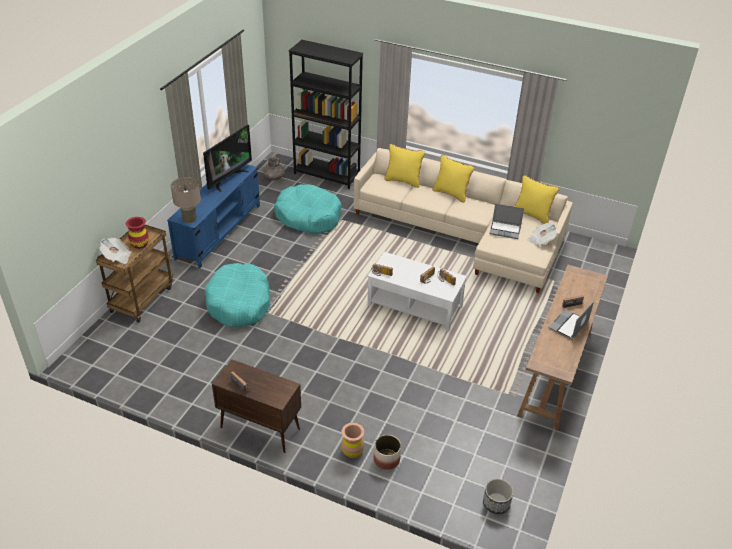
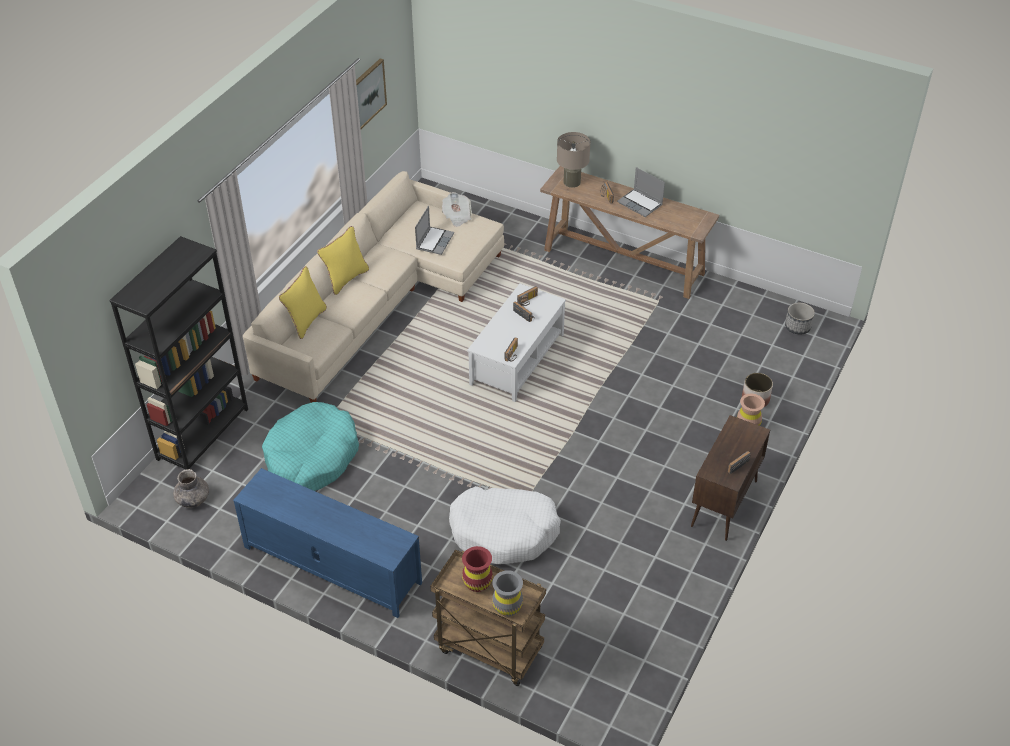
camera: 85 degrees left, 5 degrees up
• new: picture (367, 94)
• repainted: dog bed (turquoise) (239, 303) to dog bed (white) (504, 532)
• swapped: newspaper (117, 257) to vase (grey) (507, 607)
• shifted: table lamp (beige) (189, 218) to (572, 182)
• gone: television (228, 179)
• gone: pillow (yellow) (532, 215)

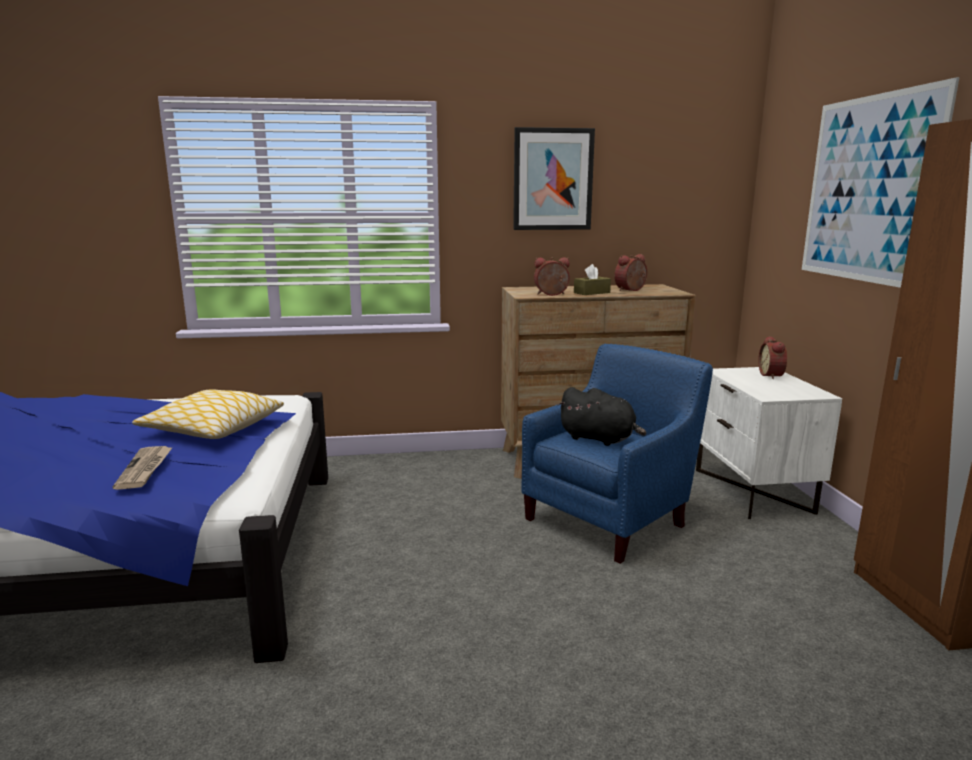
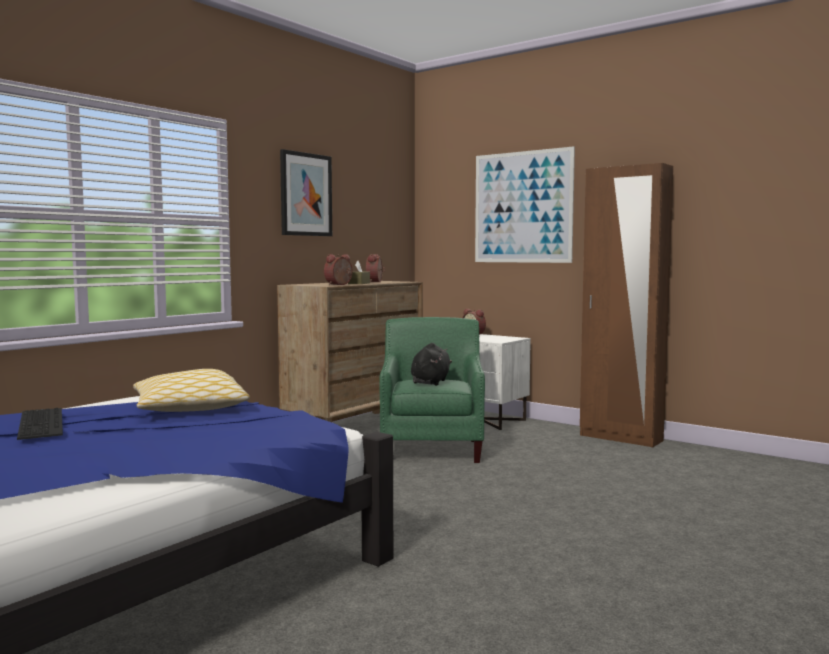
camera: 45 degrees left, 10 degrees down
• new: keyboard (44, 423)
• repainted: armchair (blue) (611, 518) to armchair (green) (433, 448)
• rotated: plush toy (black) (599, 439) = (430, 382) 60 degrees counterclockwise
• gone: newspaper (145, 469)

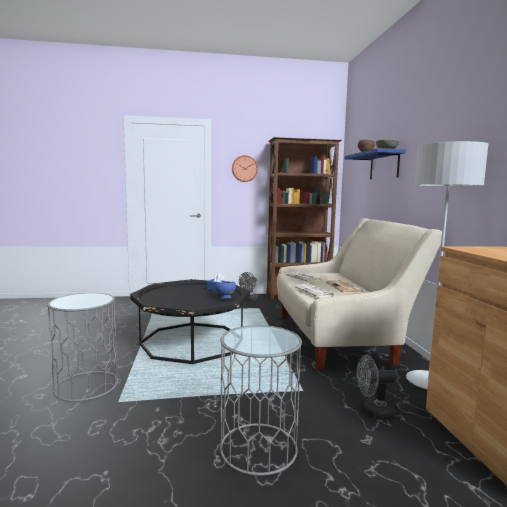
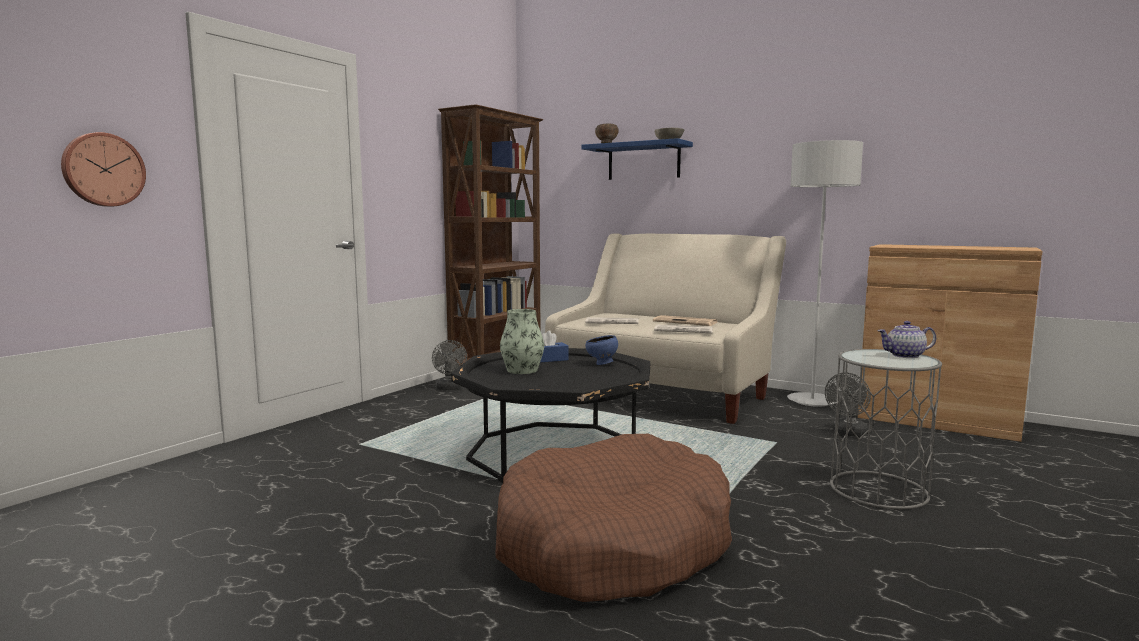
camera: 50 degrees left, 0 degrees up
• shifted: wall clock (244, 168) to (103, 170)
• swapped: side table (grey) (87, 385) to dog bed (brown) (612, 544)
• new: vase (522, 370)
• new: teapot (905, 355)

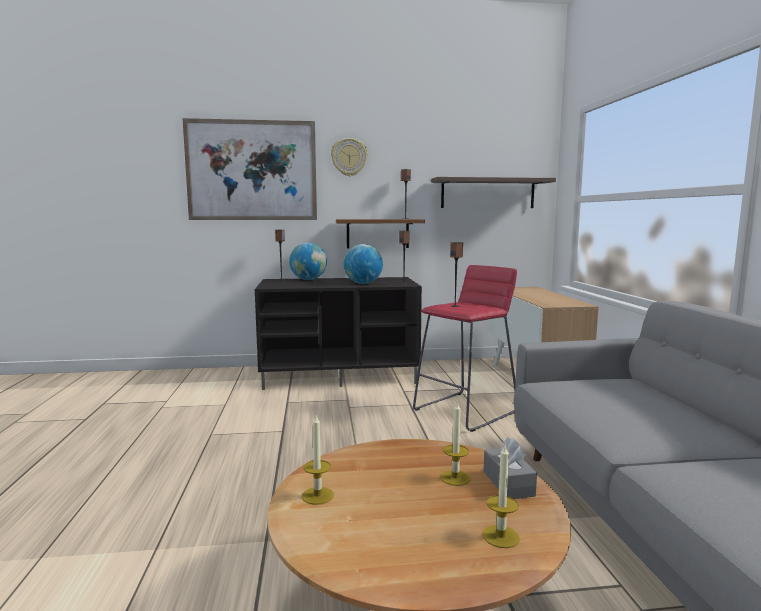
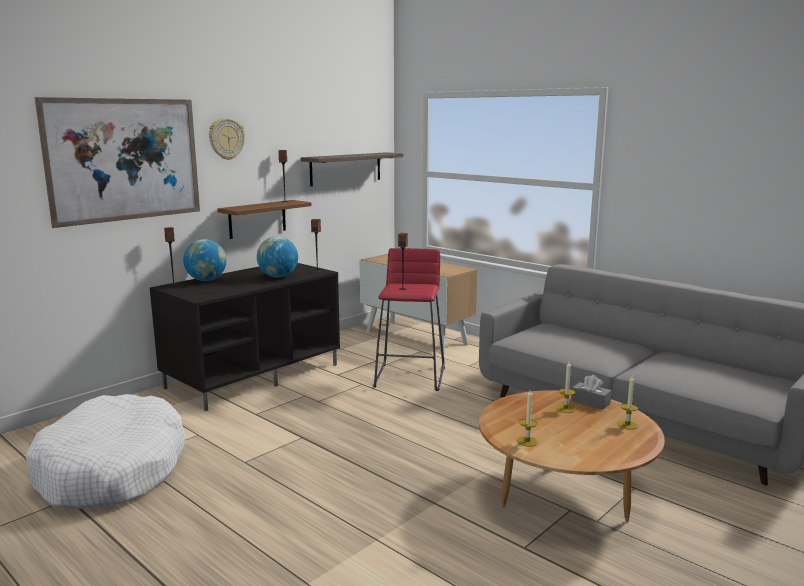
camera: 40 degrees left, 5 degrees up
• new: dog bed (white) (112, 470)

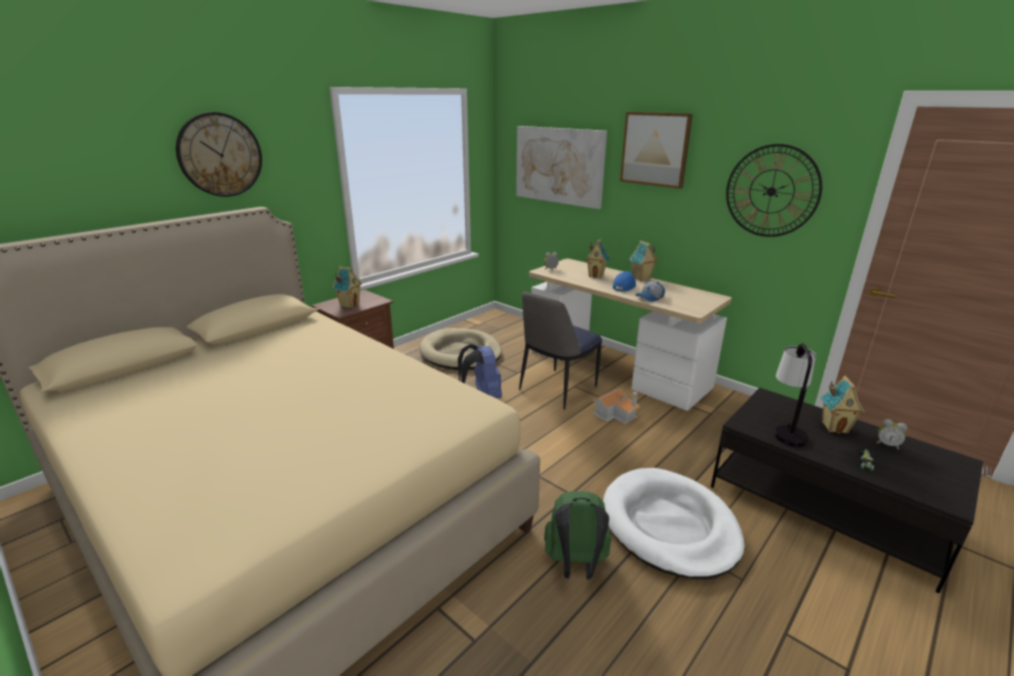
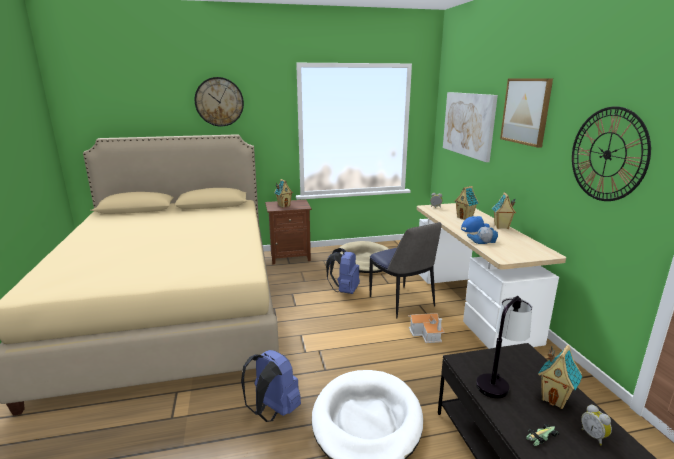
camera: 35 degrees right, 5 degrees down
• repainted: backpack (green) (576, 565) to backpack (blue) (273, 411)
• rotated: chair (556, 389) = (402, 302) 105 degrees counterclockwise

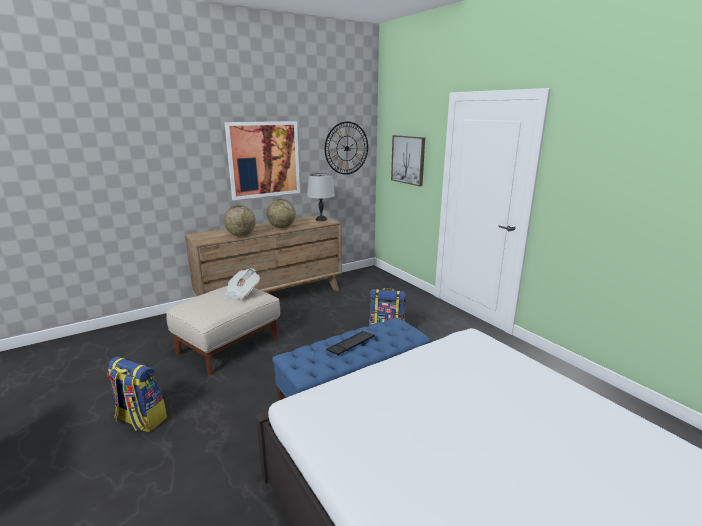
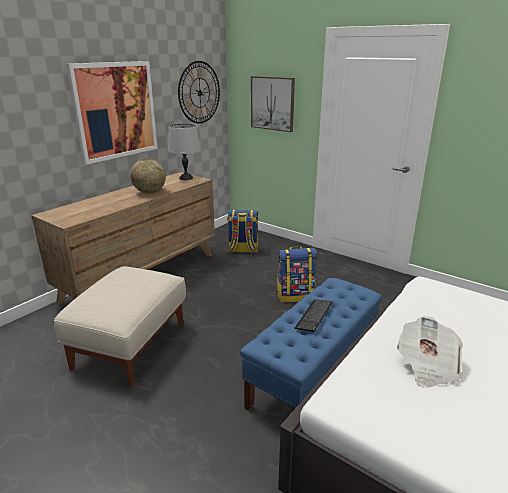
camera: 20 degrees left, 5 degrees up
• shifted: backpack (140, 420) to (242, 250)
• shifted: newspaper (241, 293) to (426, 366)
• gone: globe (241, 235)

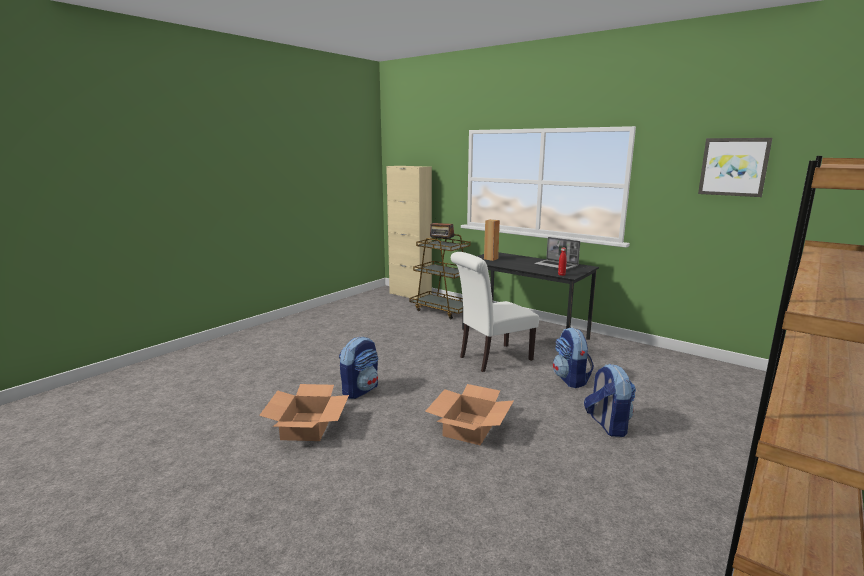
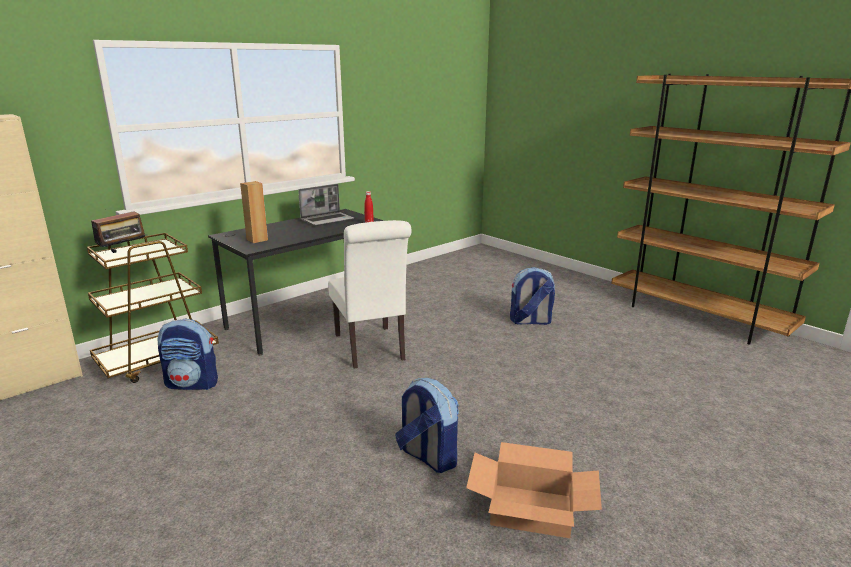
camera: 80 degrees left, 5 degrees up
• shifted: backpack (571, 380) to (193, 384)
• gone: cardboard box (469, 427)
• gone: picture (733, 167)

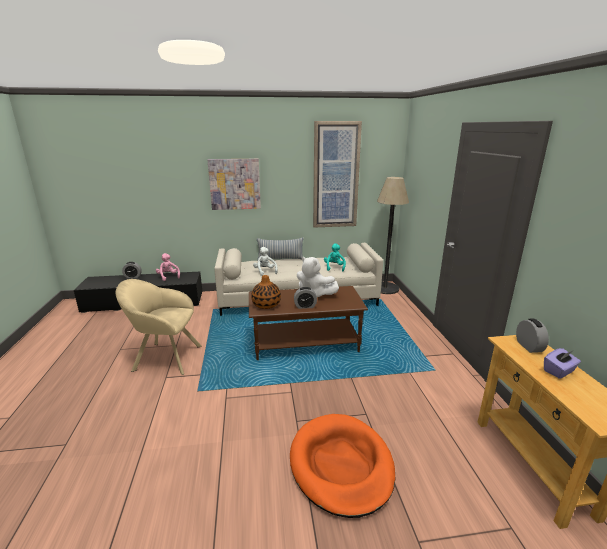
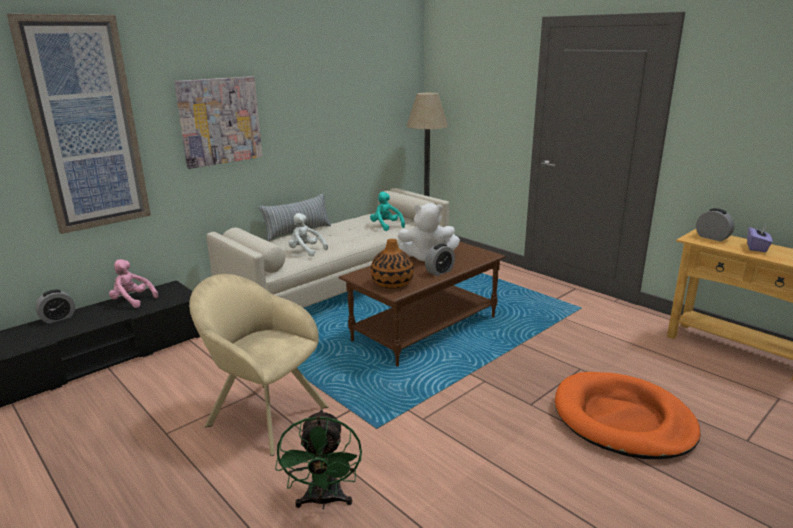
camera: 35 degrees left, 0 degrees up
• shifted: picture (336, 176) to (85, 125)
• rotated: armchair (beige) (164, 357) = (263, 413) 60 degrees clockwise
• new: fan (green) (324, 501)

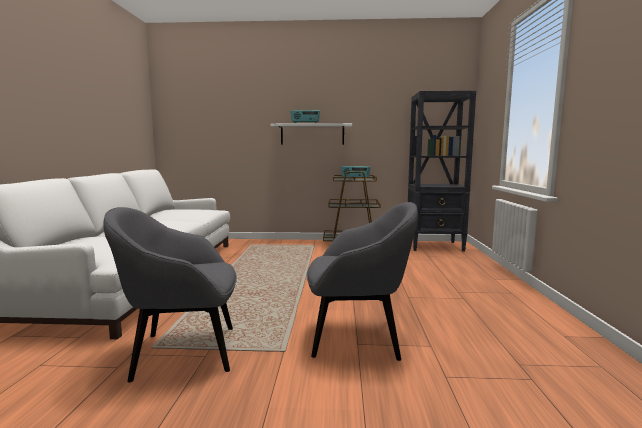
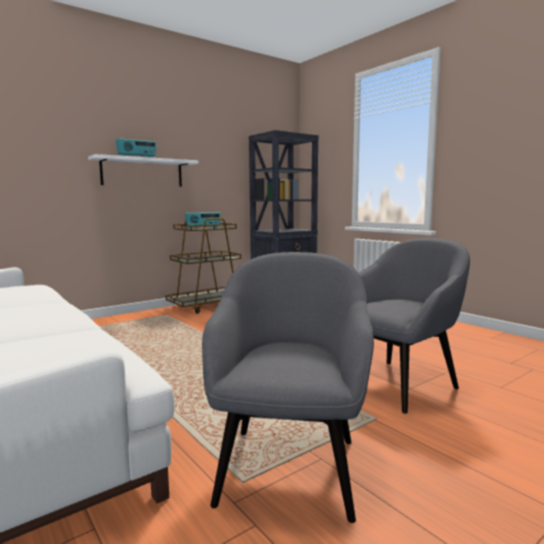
camera: 40 degrees left, 0 degrees up
• rotated: armchair (grey) (183, 352) = (289, 467) 150 degrees clockwise

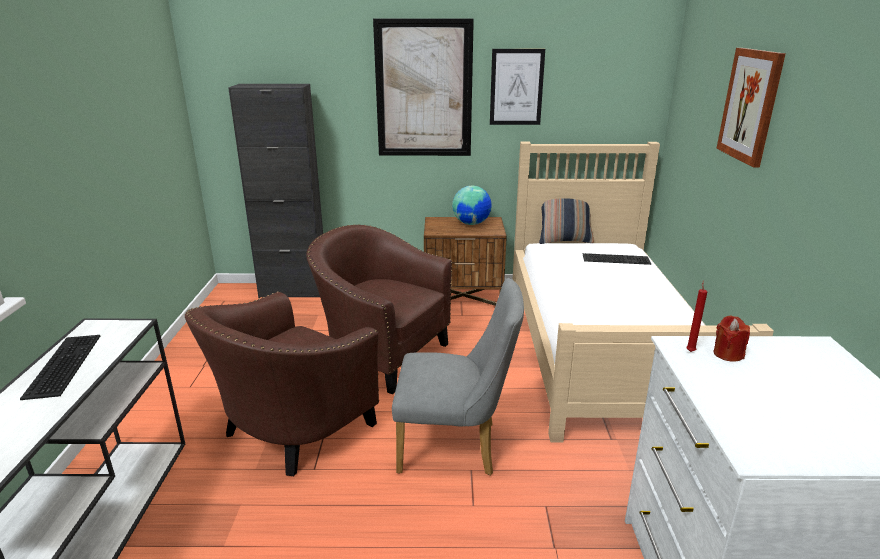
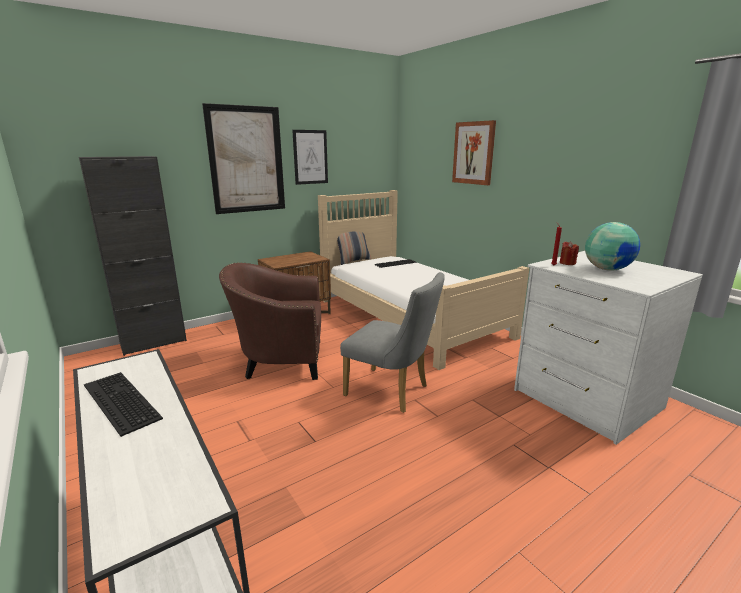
camera: 35 degrees left, 5 degrees down
• rotated: chair (grey) (456, 447) = (392, 392) 60 degrees clockwise
• shifted: globe (471, 223) to (607, 269)
• gone: armchair (brown) (291, 431)

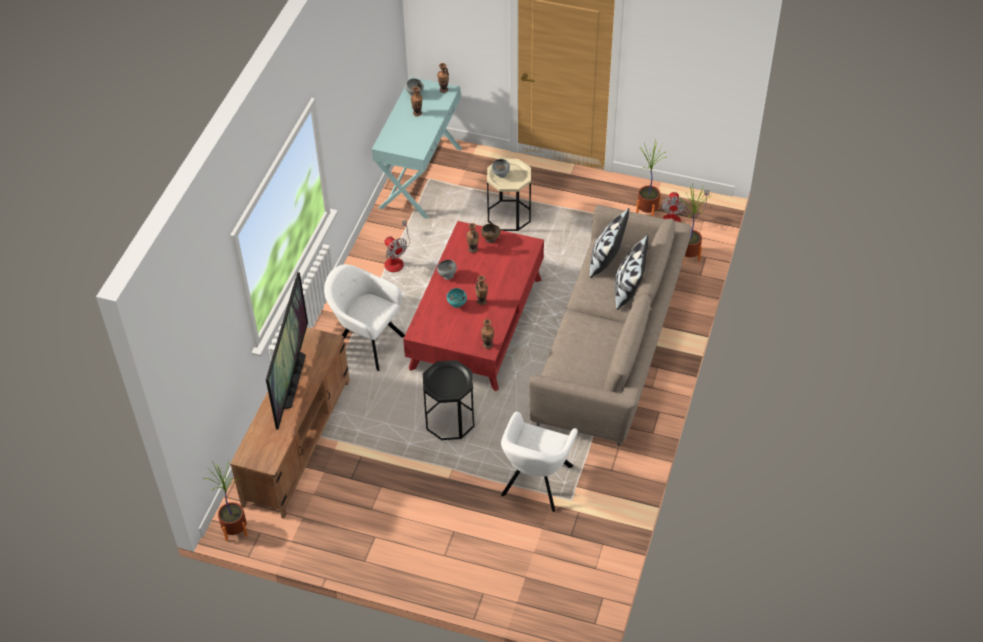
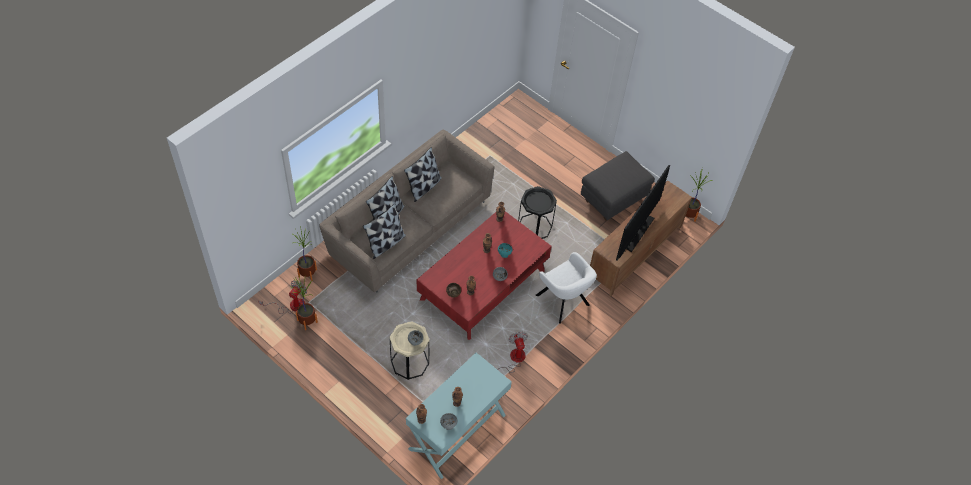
camera: 160 degrees left, 5 degrees up
• new: pillow (424, 187)
• new: ottoman (grey) (613, 200)
• gone: armchair (white) (536, 483)

